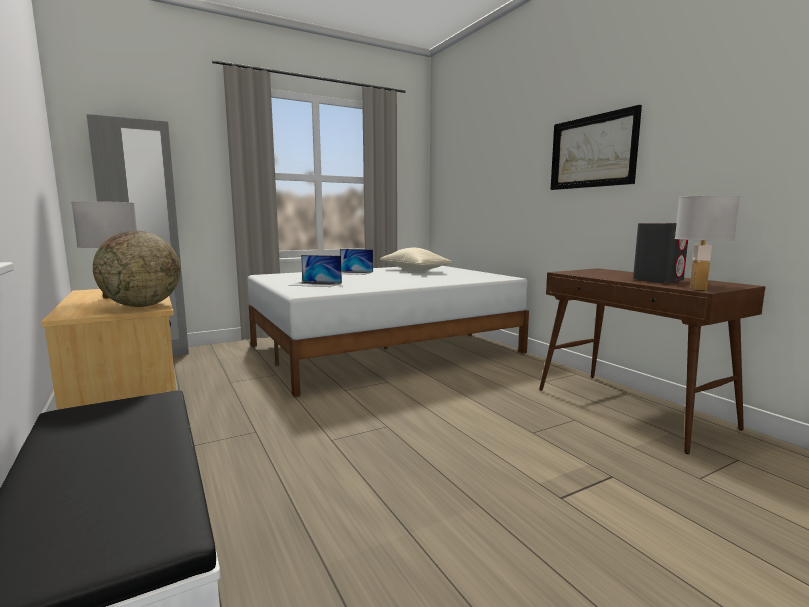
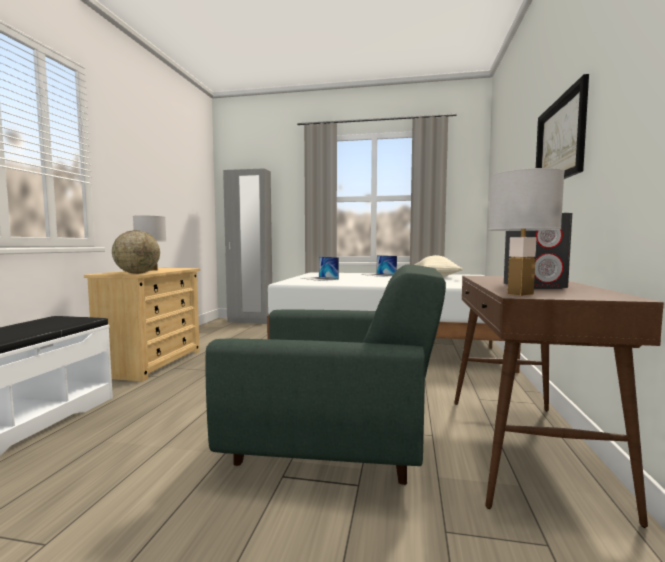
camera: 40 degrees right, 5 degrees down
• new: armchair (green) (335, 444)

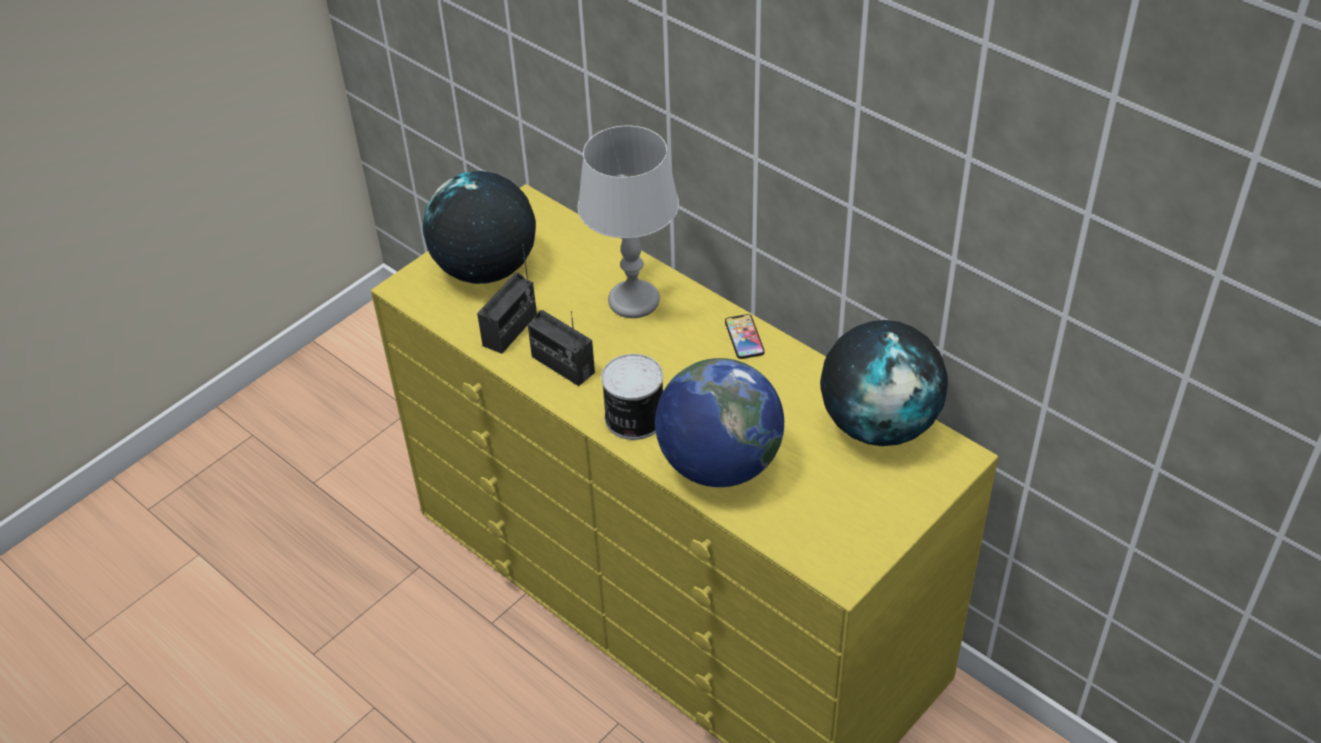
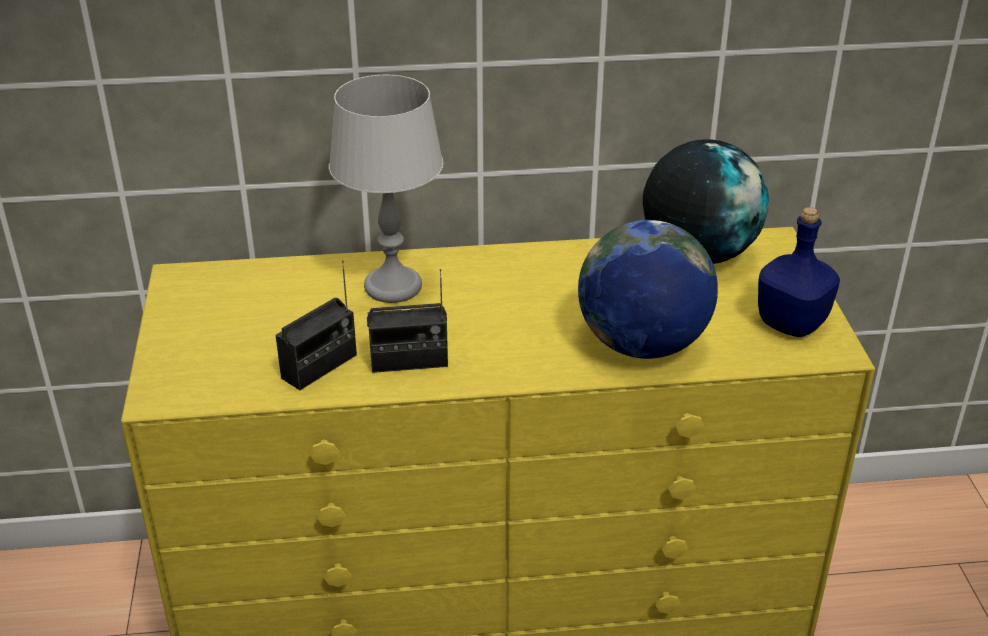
camera: 50 degrees left, 10 degrees down
• rotated: radio (510, 330) = (319, 367) 60 degrees clockwise
• new: bottle (blue) (792, 322)
• gone: globe (486, 269)
• gone: can (633, 418)
• gone: phone (744, 337)

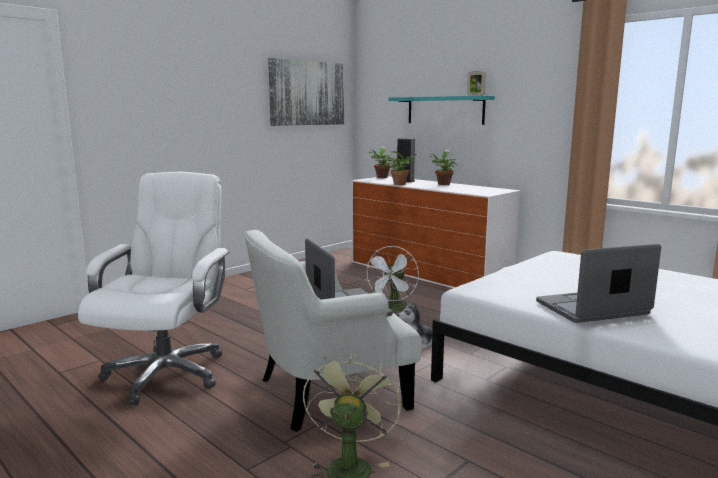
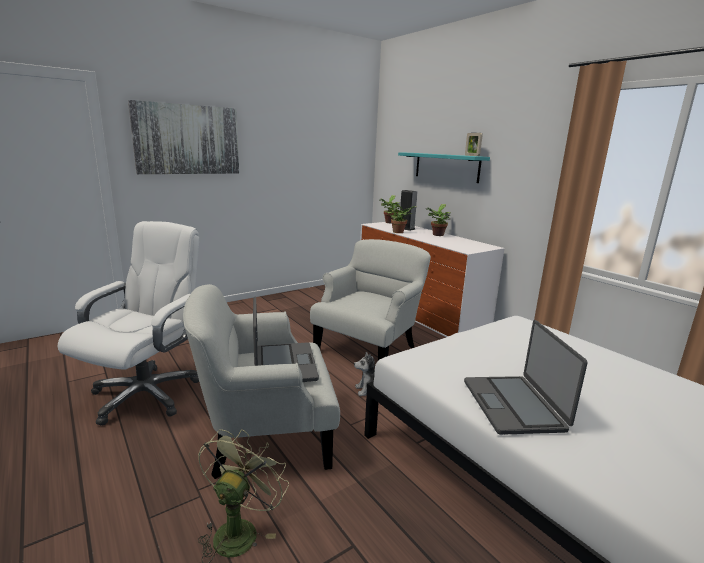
camera: 10 degrees right, 5 degrees up
• shifted: picture (307, 93) to (187, 139)
• swapped: fan (white) (393, 309) to armchair (white) (368, 348)
• rotated: laptop (593, 309) = (514, 405) 90 degrees counterclockwise

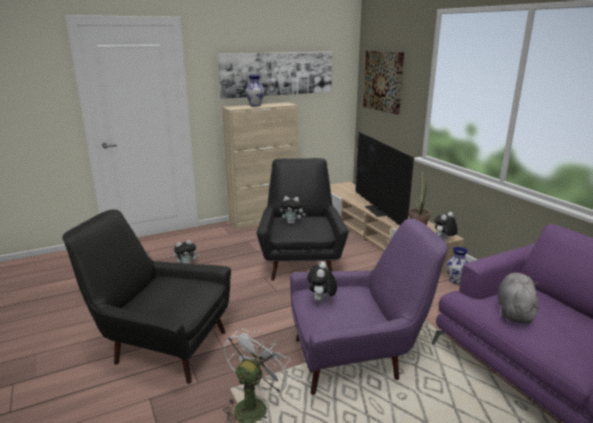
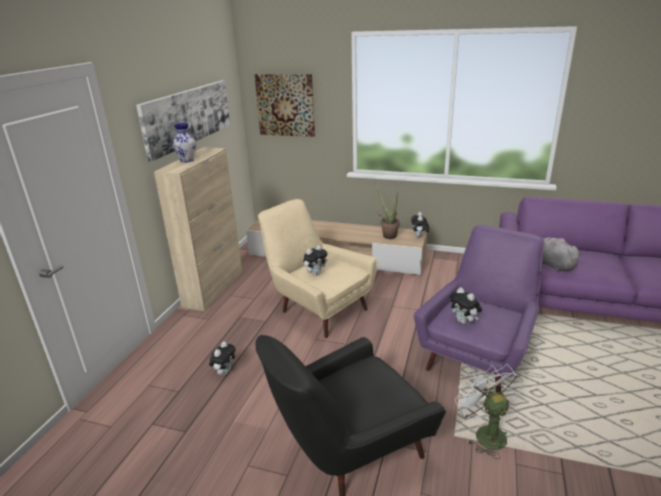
camera: 45 degrees left, 5 degrees up
• repainted: armchair (black) (300, 260) to armchair (beige) (317, 308)
• gone: television (378, 210)
• gone: vase (456, 281)

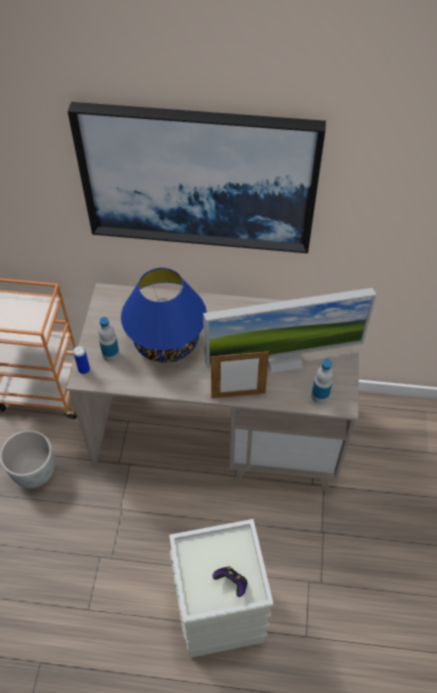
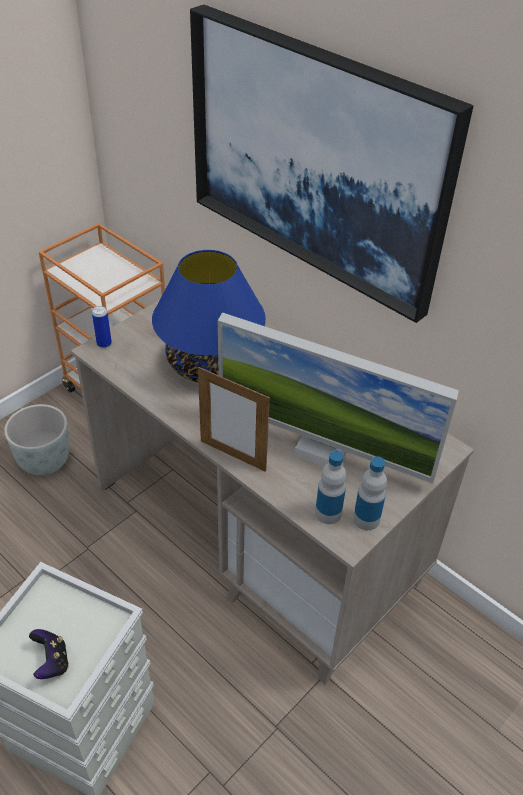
camera: 35 degrees right, 10 degrees down
• shifted: bottle (111, 354) to (366, 519)

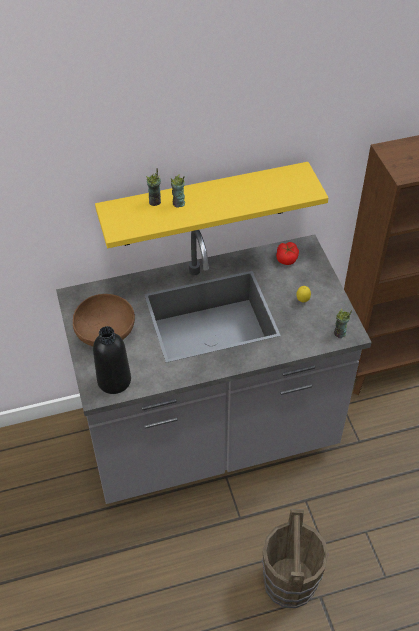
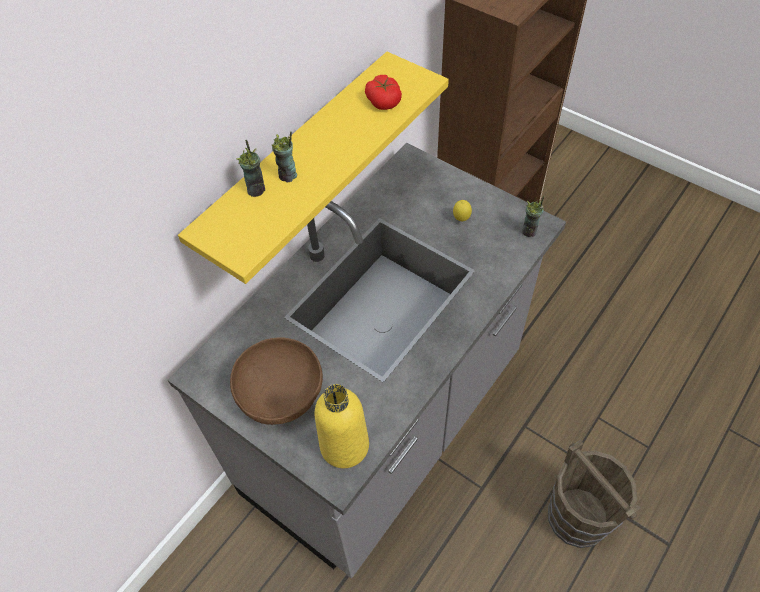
camera: 35 degrees left, 5 degrees up
• repainted: bottle (black) (114, 380) to bottle (yellow) (344, 446)
• shifted: tomato (287, 258) to (384, 101)

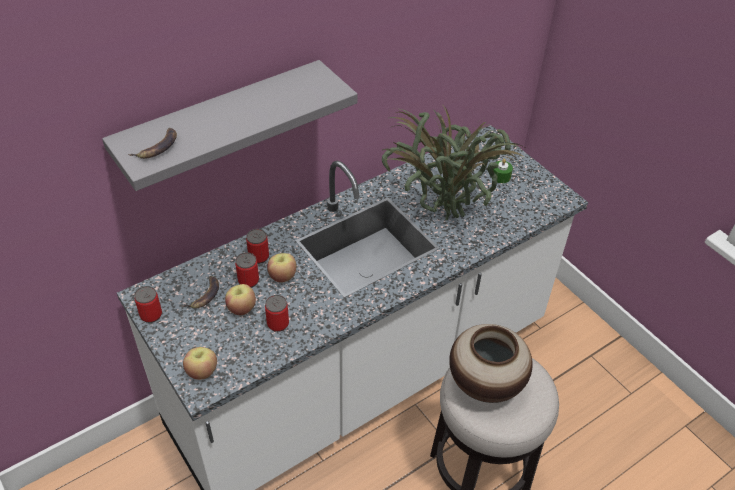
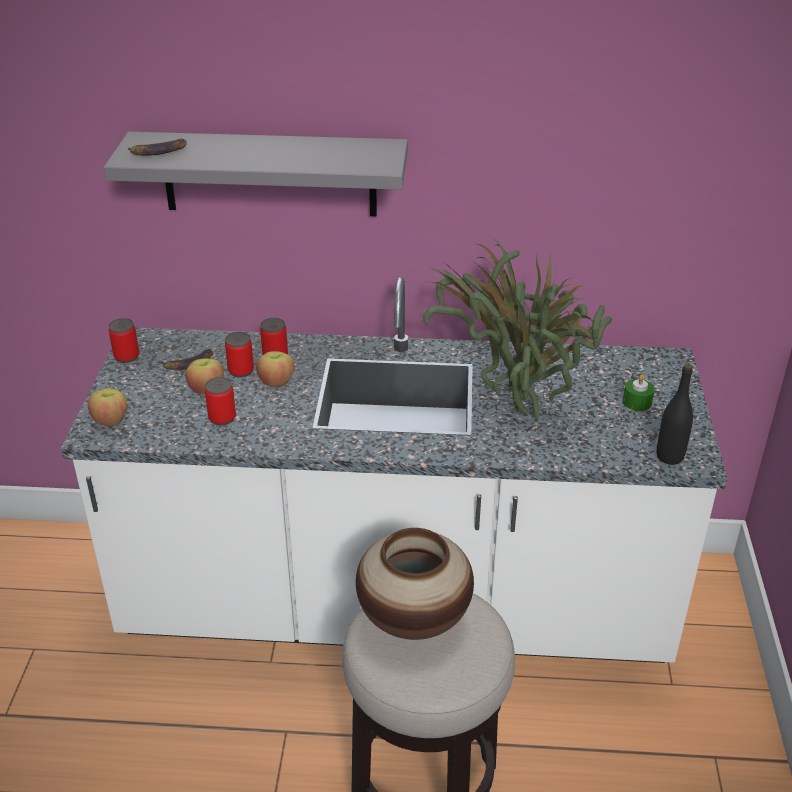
camera: 40 degrees right, 10 degrees down
• new: bottle (black) (669, 456)

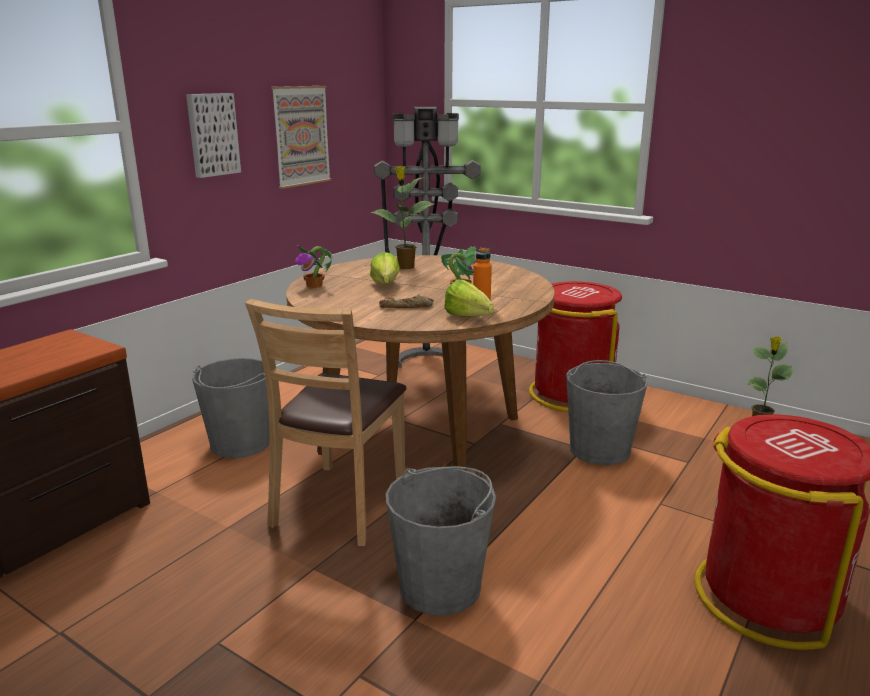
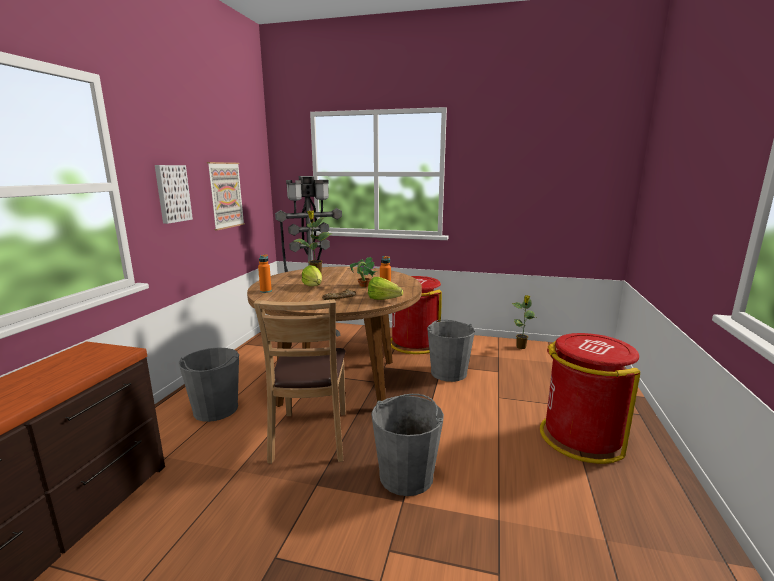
camera: 20 degrees left, 5 degrees down
• swapped: potted plant (315, 286) to bottle (orange) (266, 291)

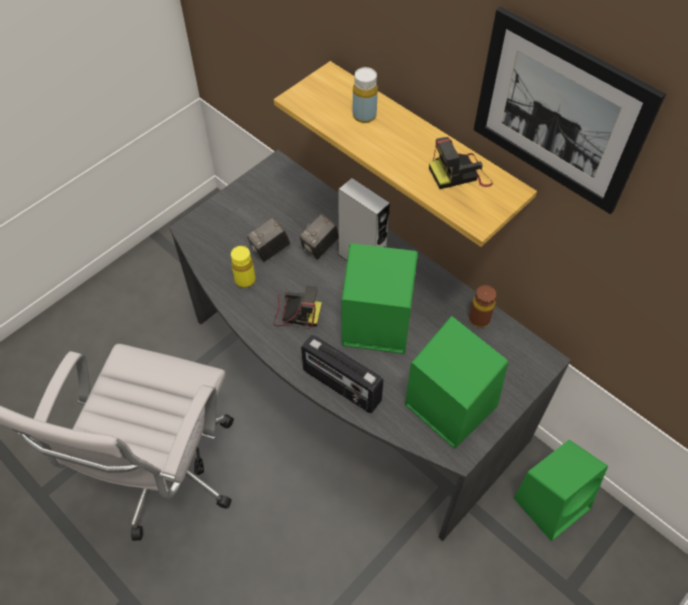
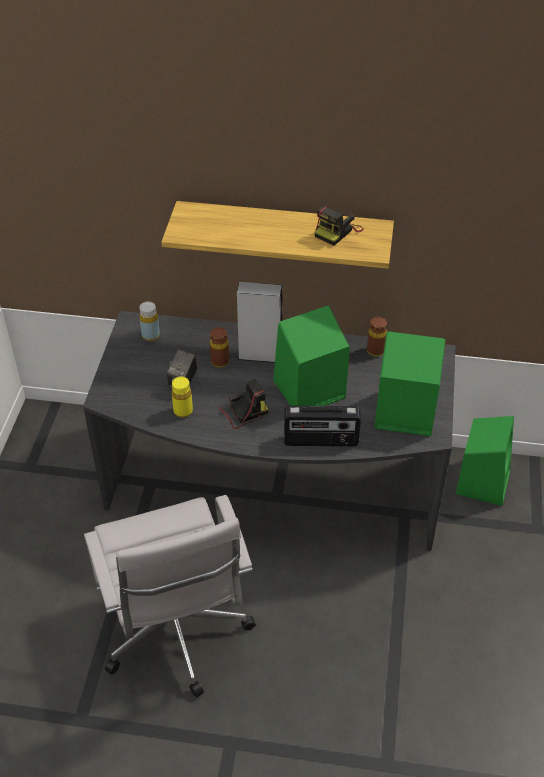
camera: 35 degrees left, 10 degrees down
• shifted: bottle (yellow) (364, 115) to (150, 335)
• swapped: photo camera (320, 247) to bottle (brown) (220, 361)
• gone: picture (559, 112)

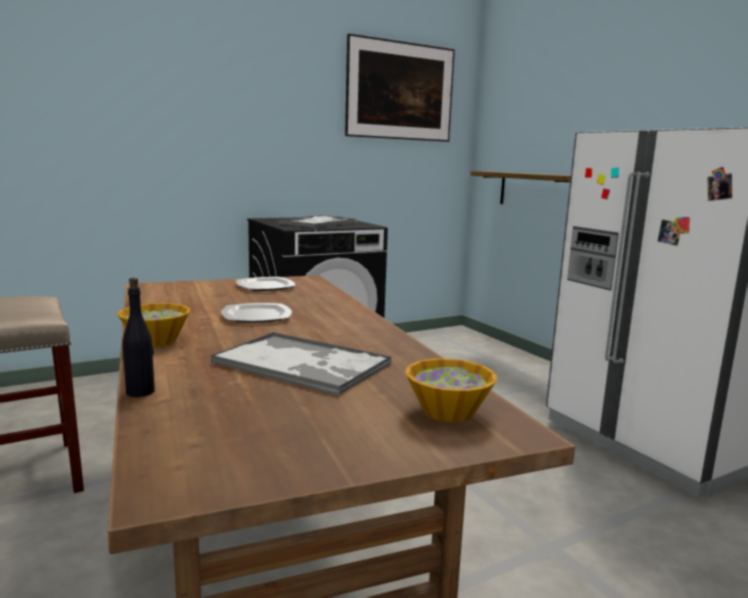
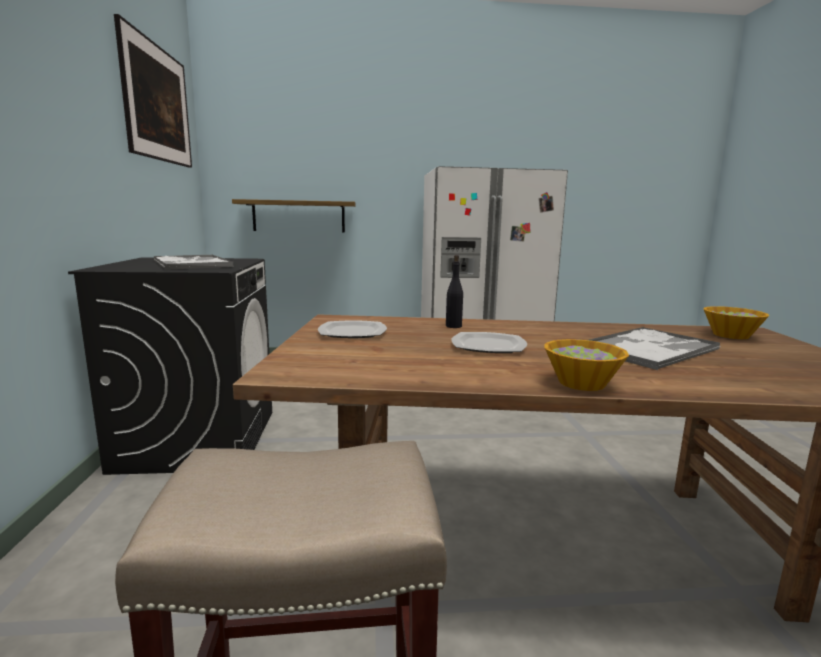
camera: 65 degrees left, 0 degrees up
• shifted: bottle (black) (141, 392) to (453, 326)

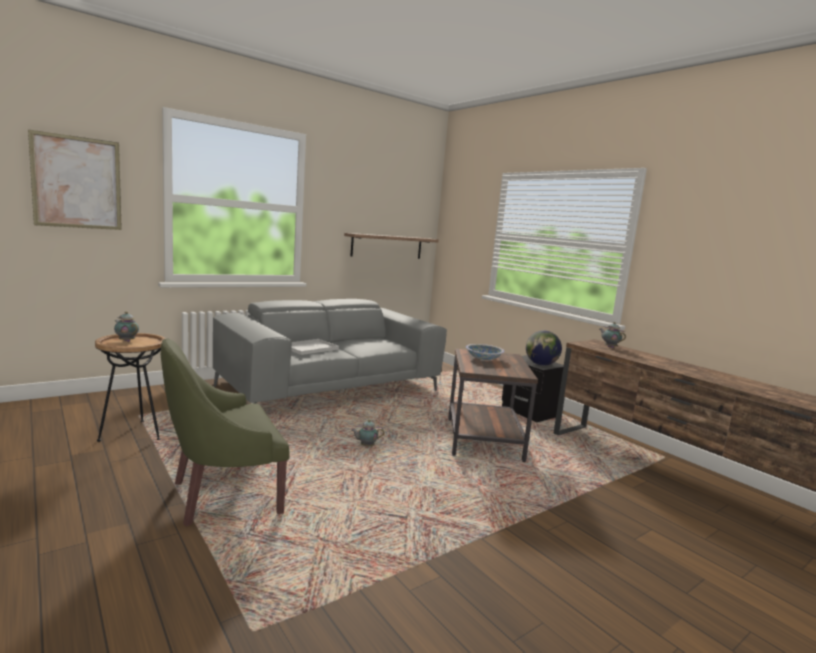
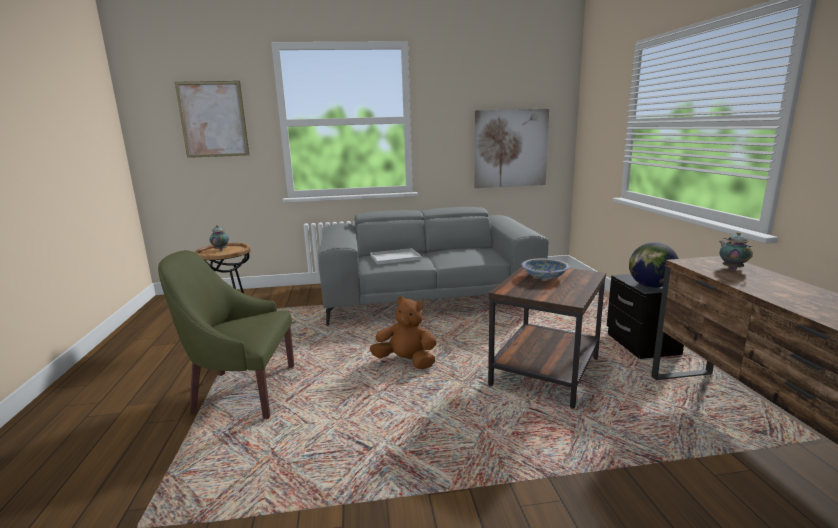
camera: 30 degrees right, 5 degrees up
• swapped: teapot (366, 446) to plush toy (brown) (406, 362)
• swapped: shelf (387, 246) to picture (510, 148)

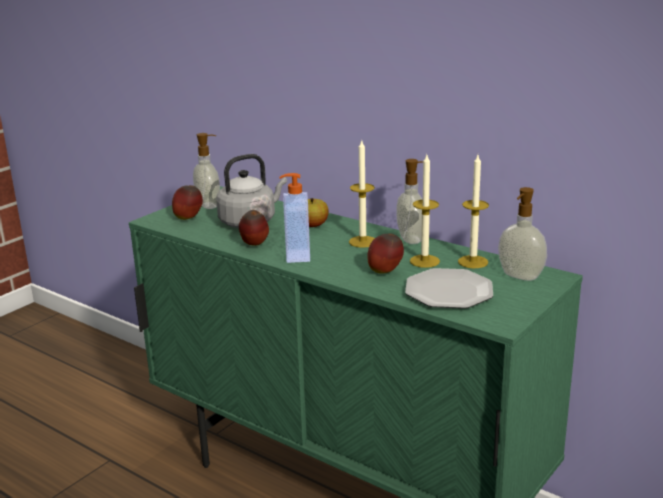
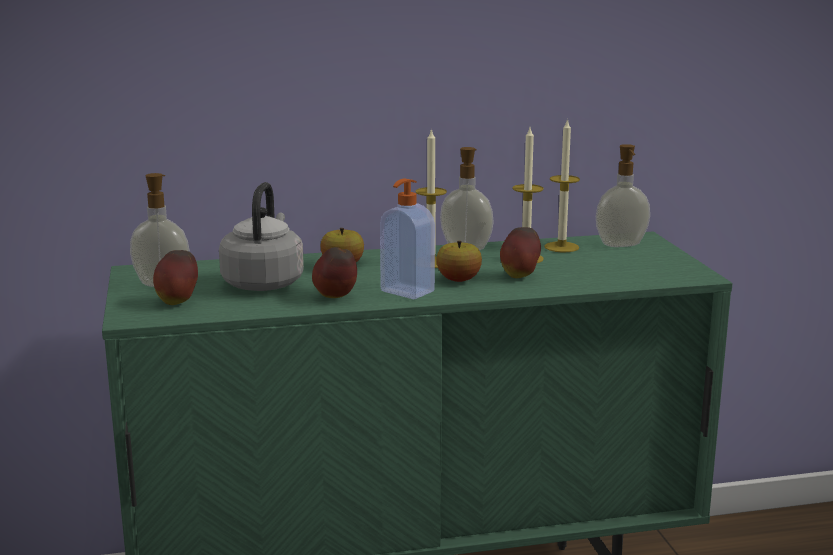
camera: 50 degrees left, 5 degrees down
• new: apple (458, 280)
• gone: plate (448, 292)

